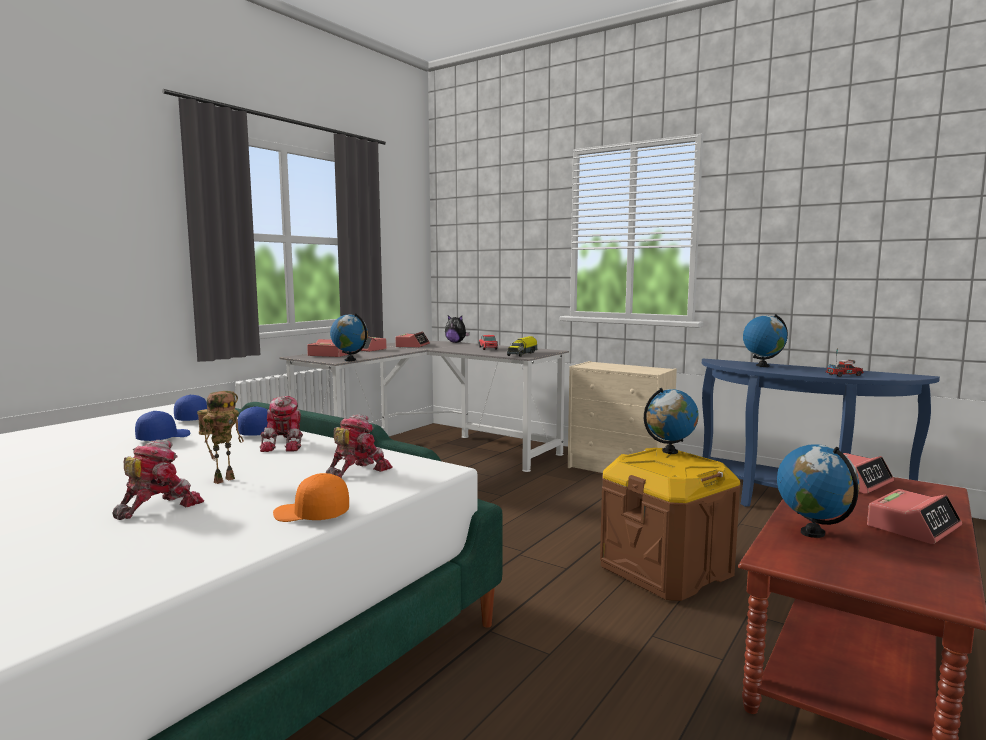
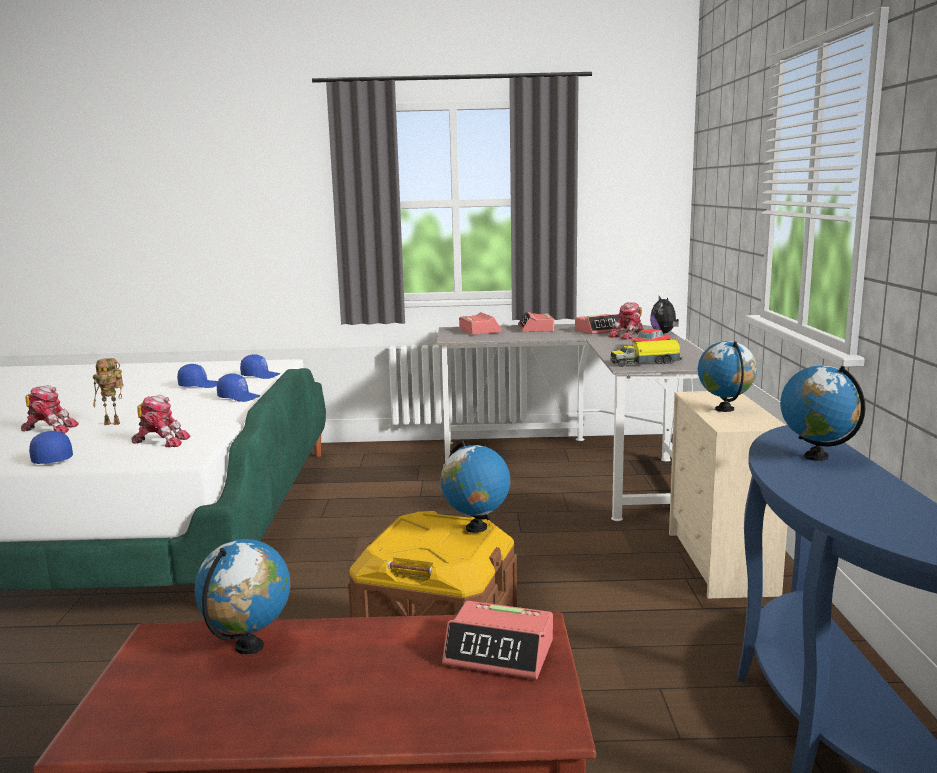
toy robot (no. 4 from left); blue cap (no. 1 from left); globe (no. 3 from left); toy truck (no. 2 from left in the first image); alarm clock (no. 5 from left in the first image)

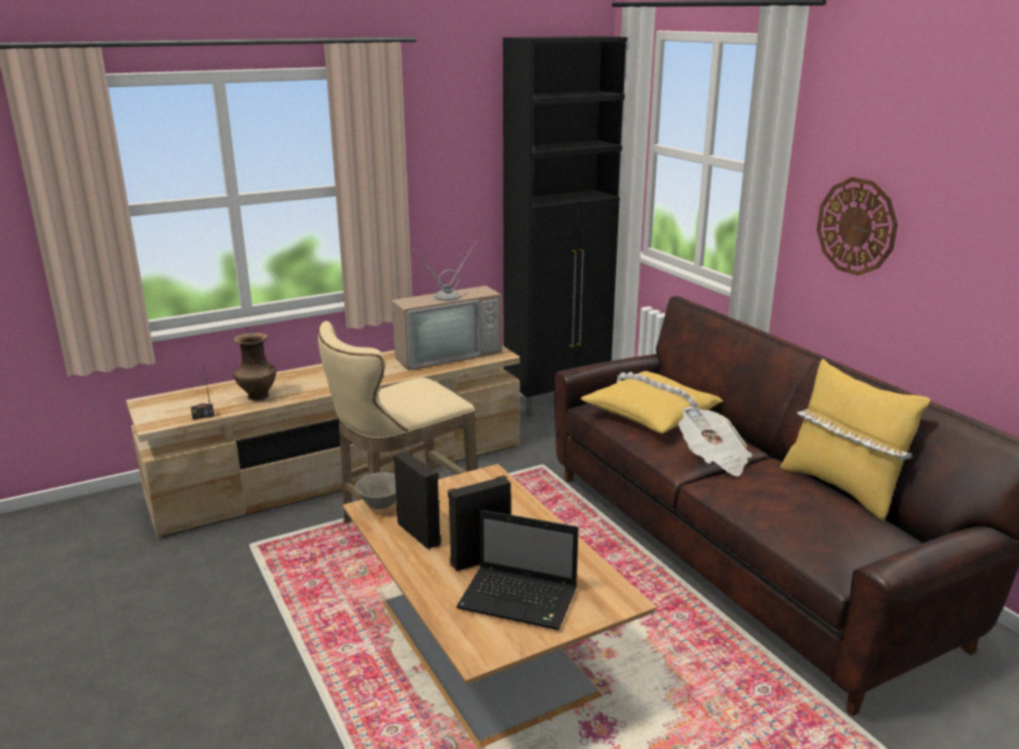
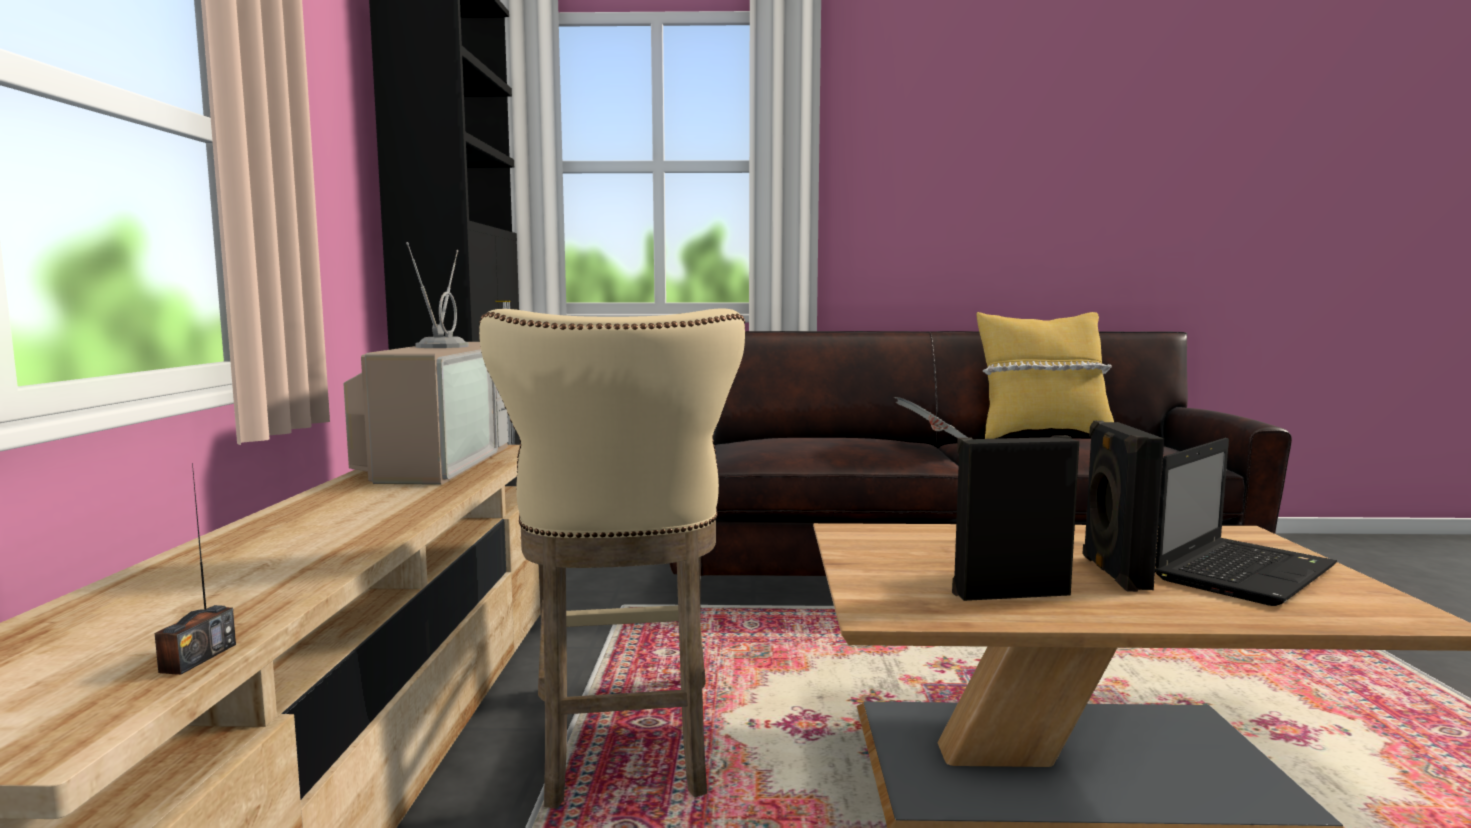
brown vase; grey bowl; yellow pillow (no. 1 from left in the first image); wall clock

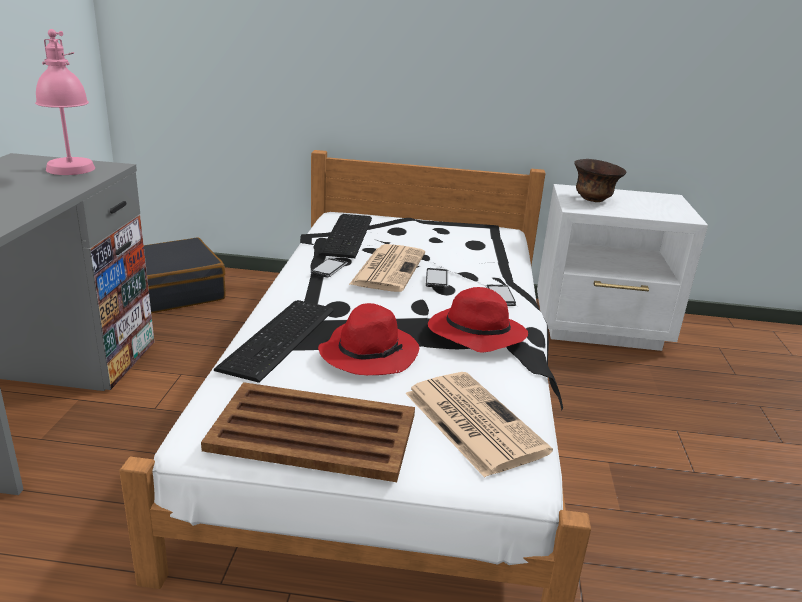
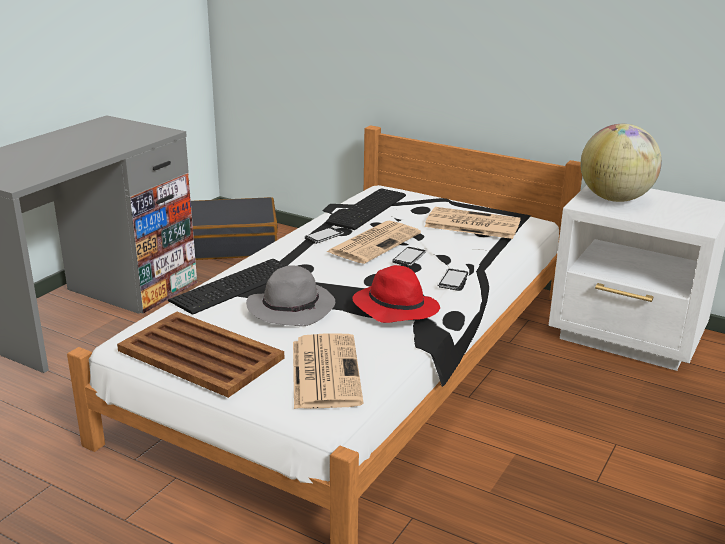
pink table lamp; grey hat; globe; newspaper (no. 3 from left)

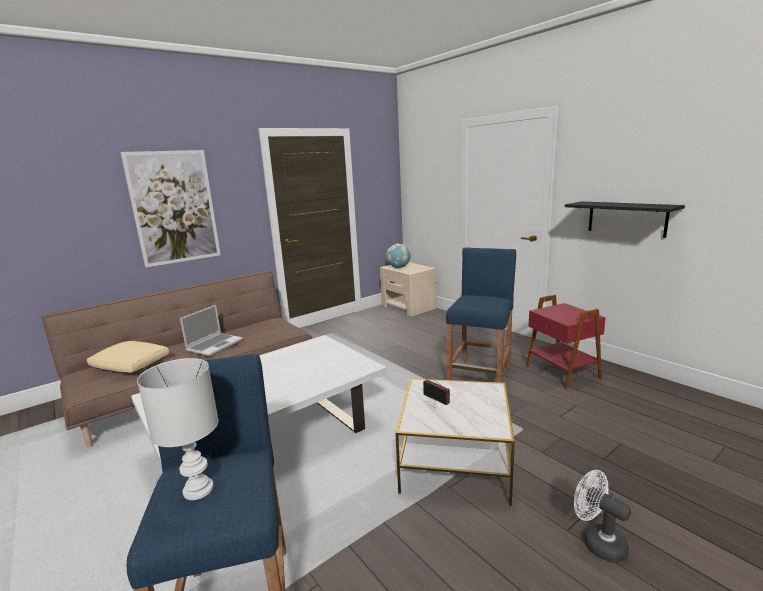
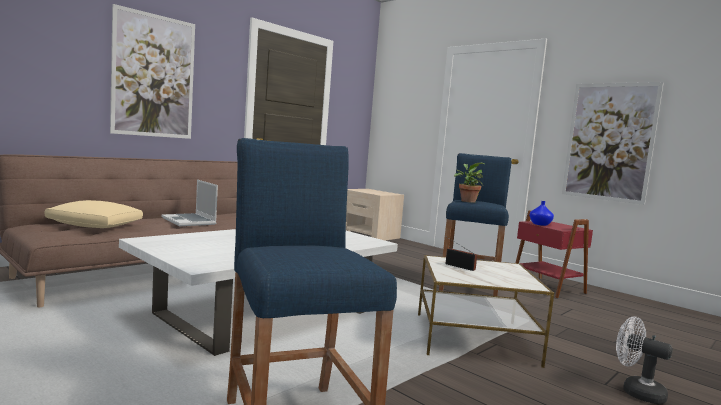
white table lamp; laptop; globe; picture (no. 2 from left); potted plant; blue vase

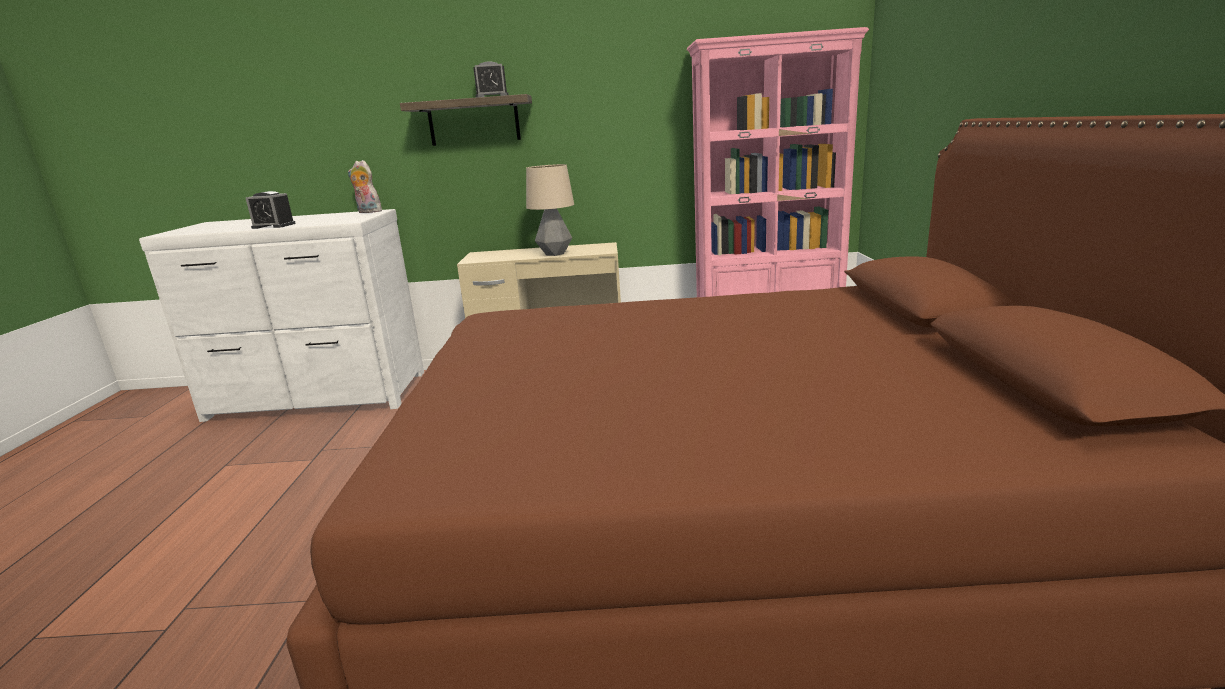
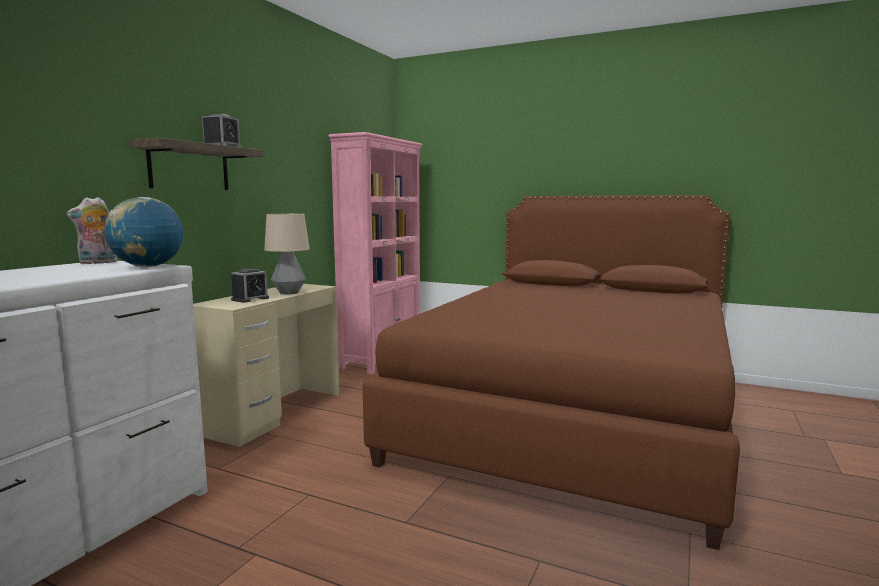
alarm clock (no. 2 from left); globe

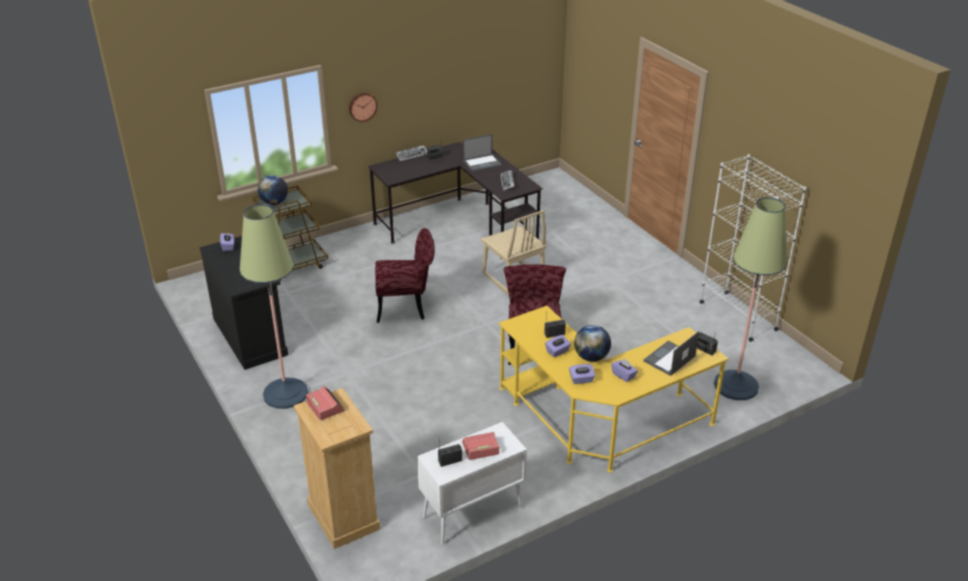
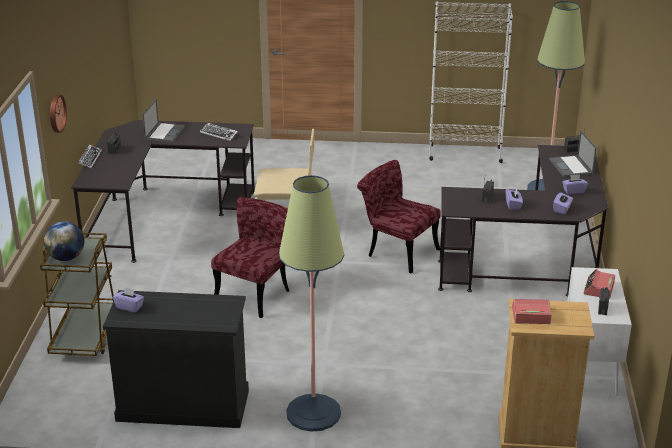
black desk (no. 2 from left); globe (no. 2 from left in the first image)

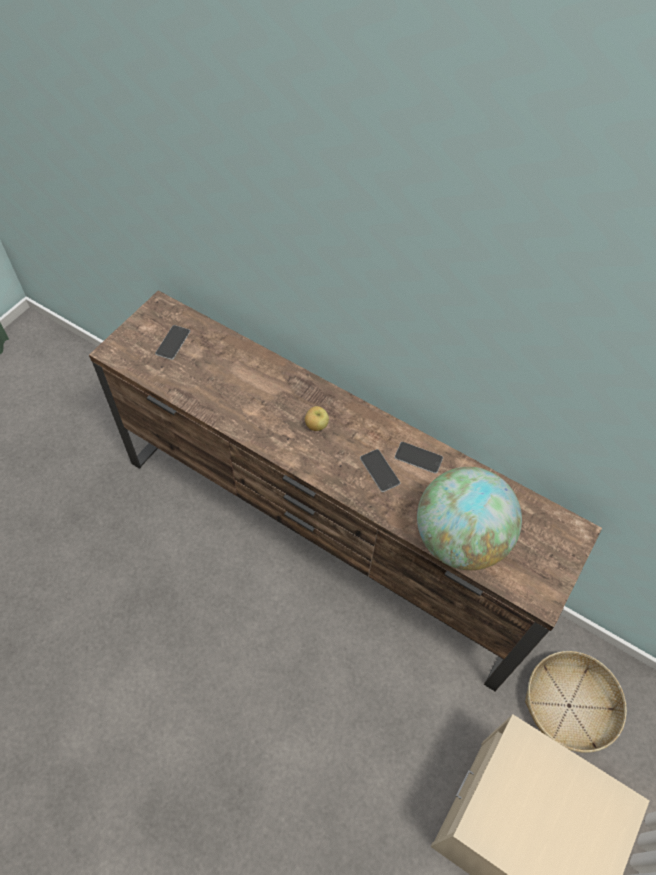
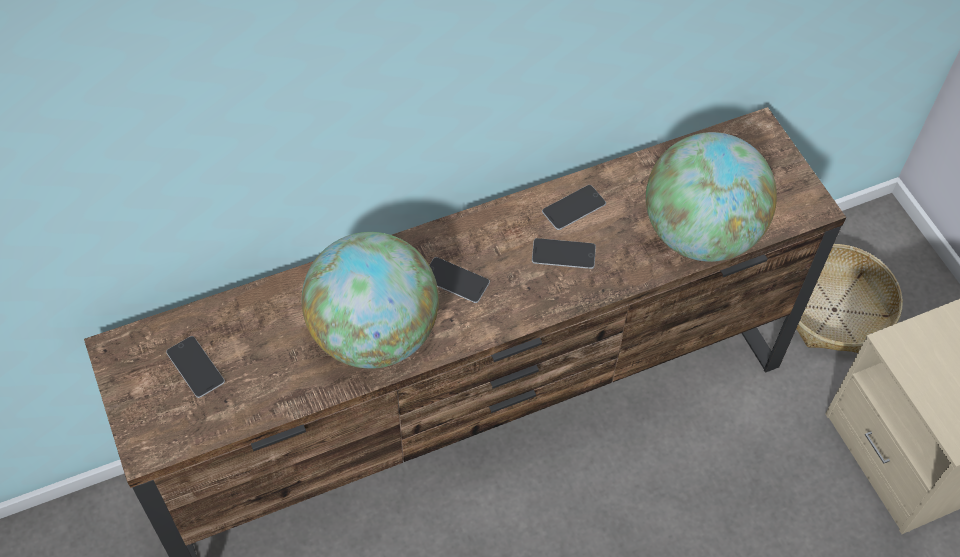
phone (no. 2 from left); globe (no. 1 from left)

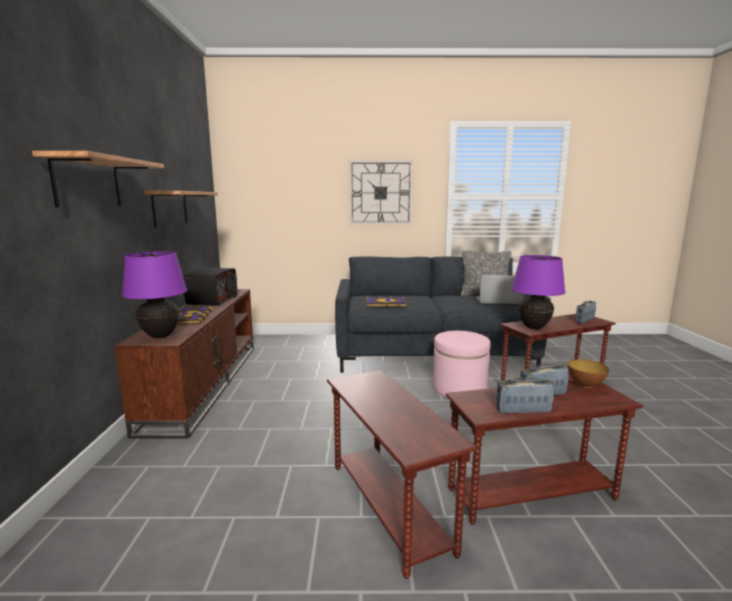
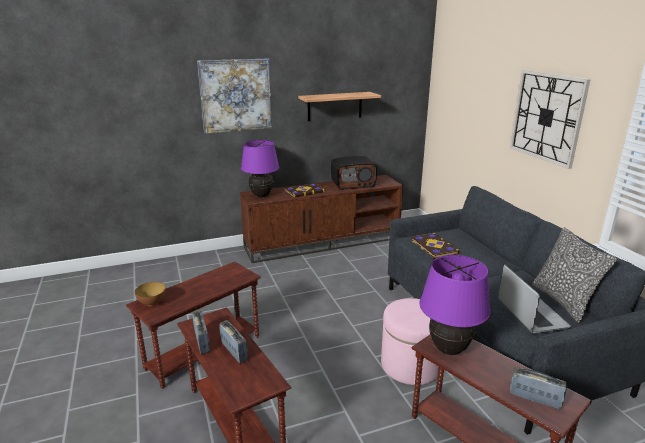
picture; bowl

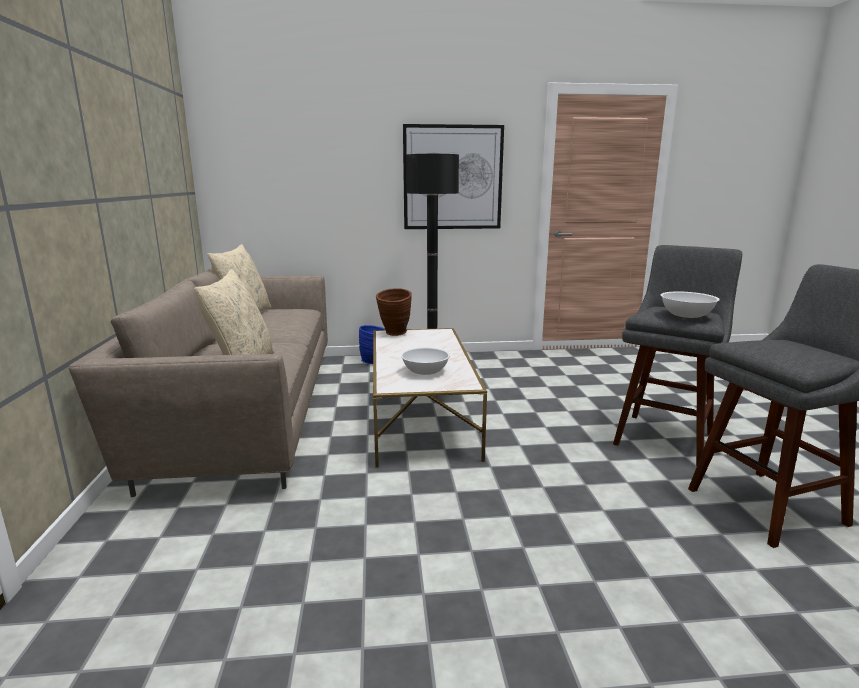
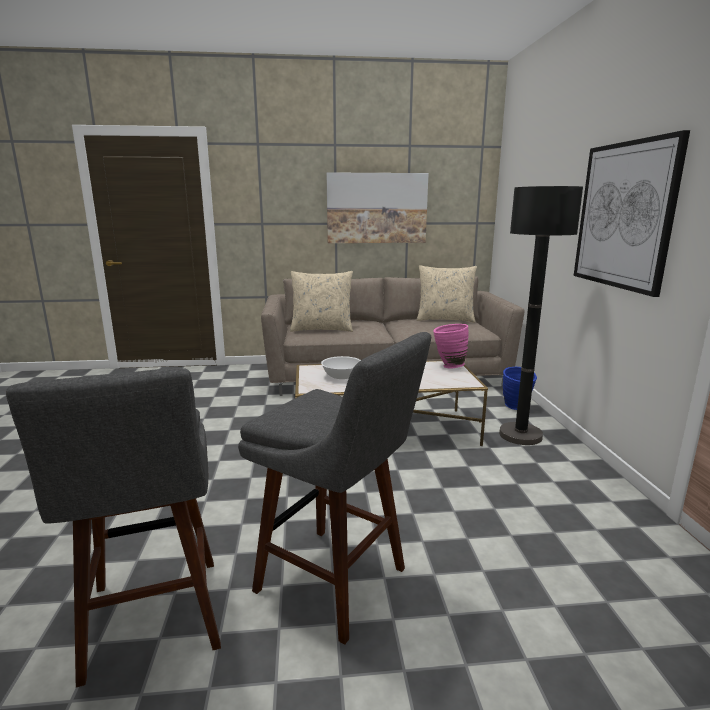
pink vase; white bowl (no. 2 from left in the first image); picture (no. 1 from left)

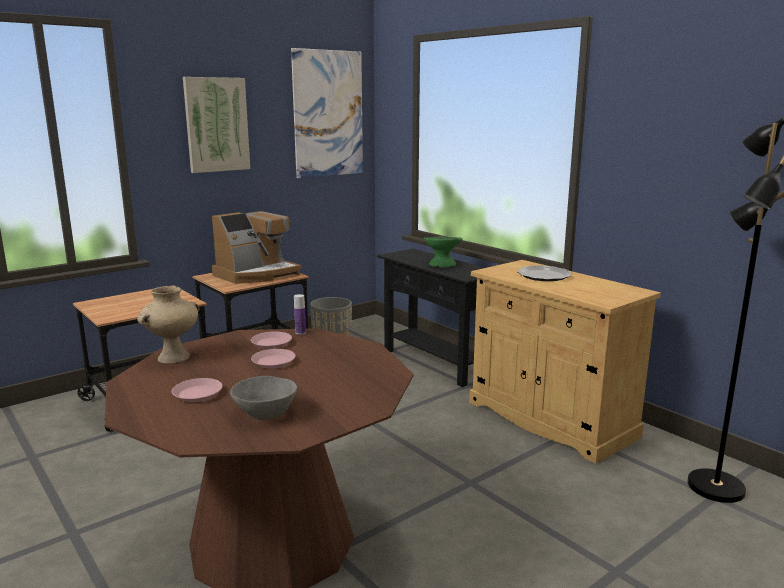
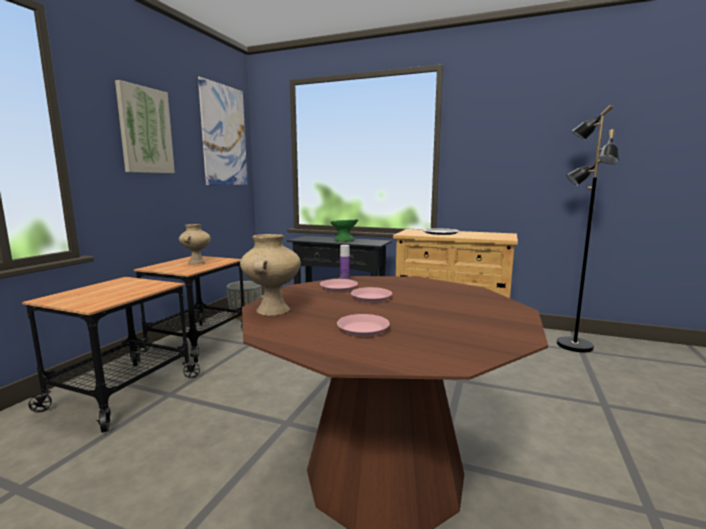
beige vase (no. 1 from left); grey bowl

